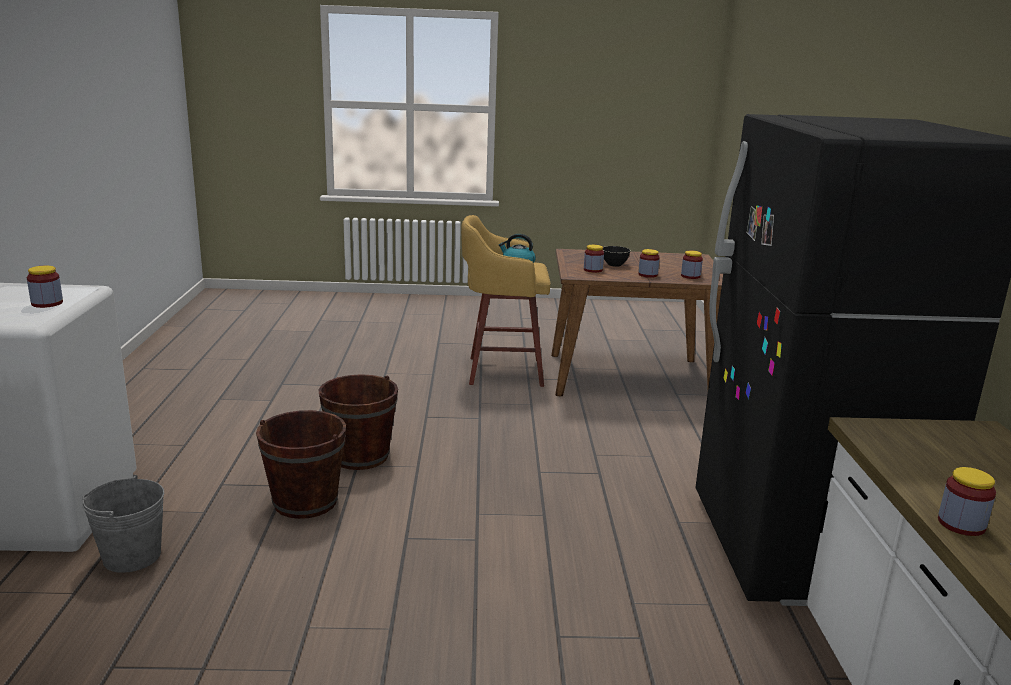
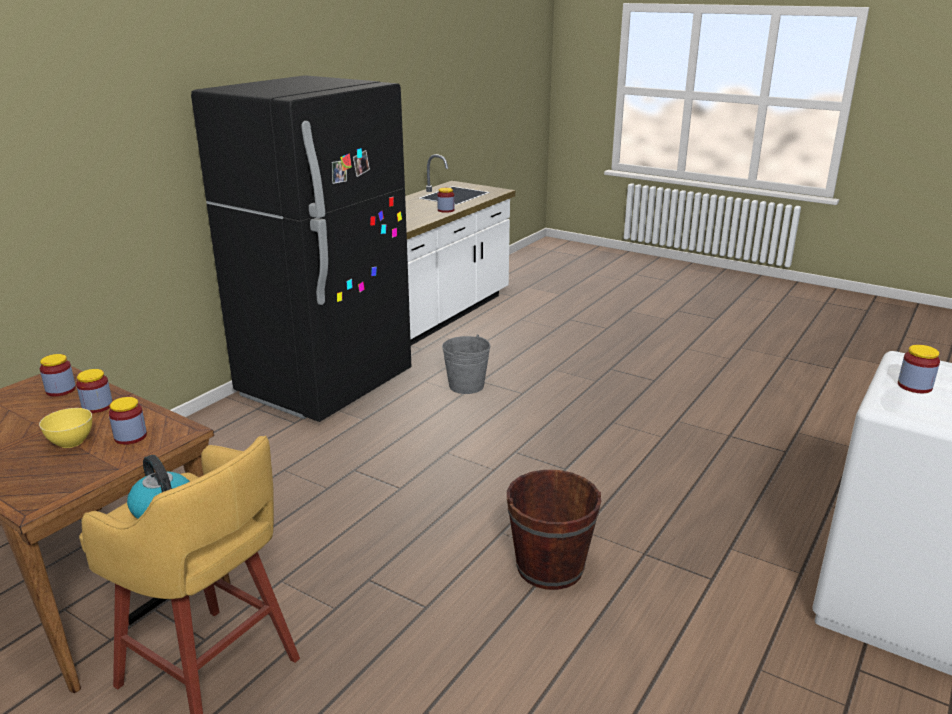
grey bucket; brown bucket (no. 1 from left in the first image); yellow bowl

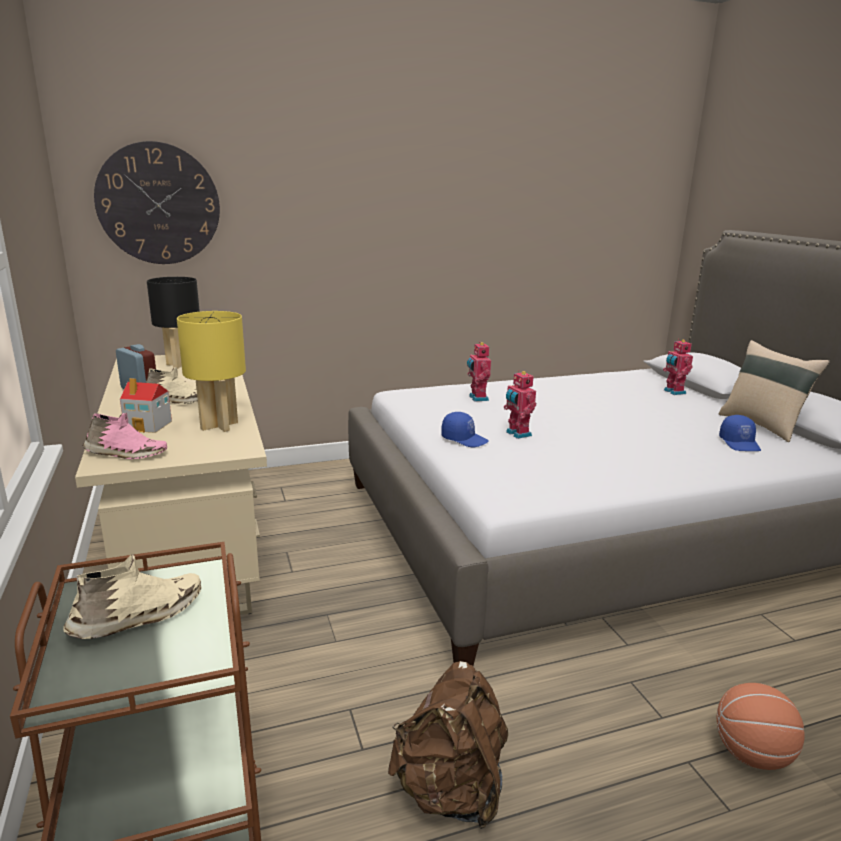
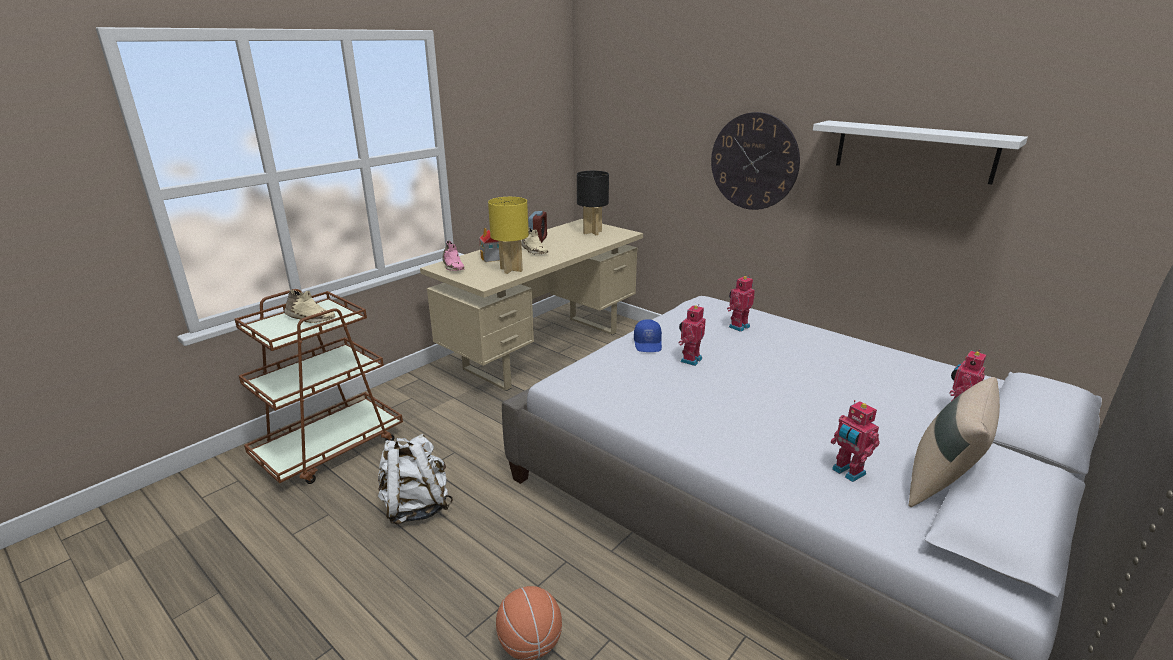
wall clock; white backpack; toy robot (no. 3 from left); white shelf

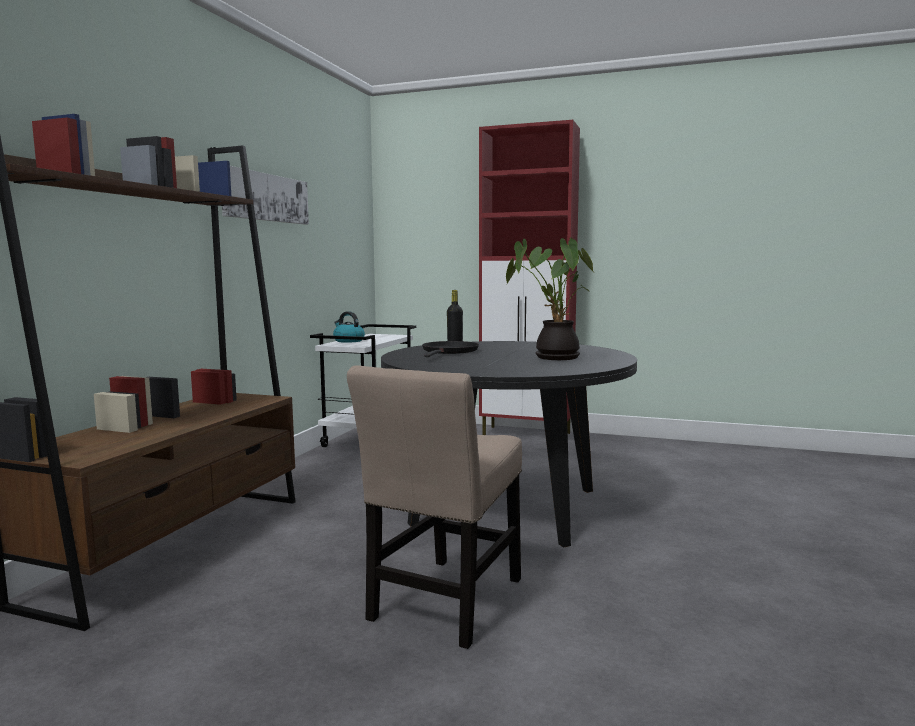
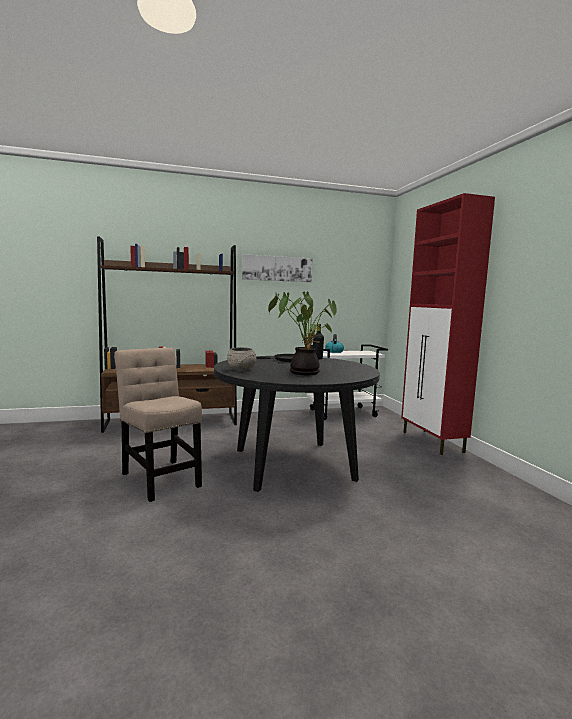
beige chair; grey bowl

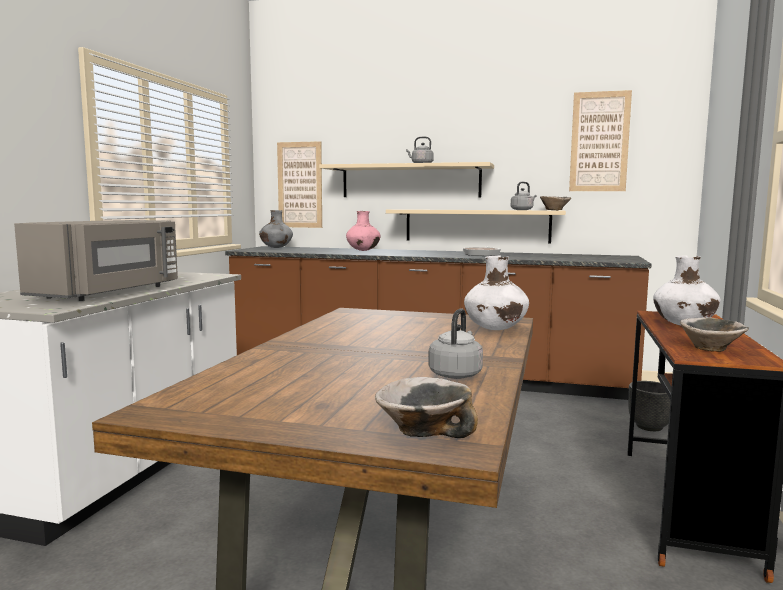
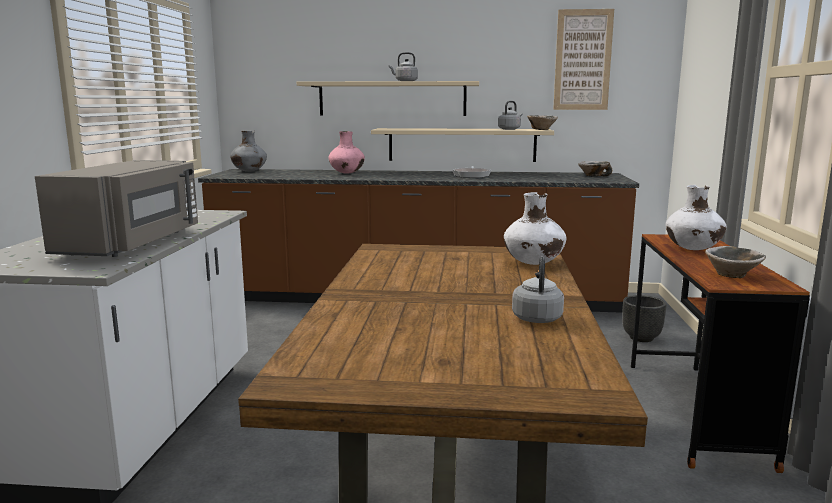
picture (no. 1 from left in the first image); bowl (no. 2 from left)

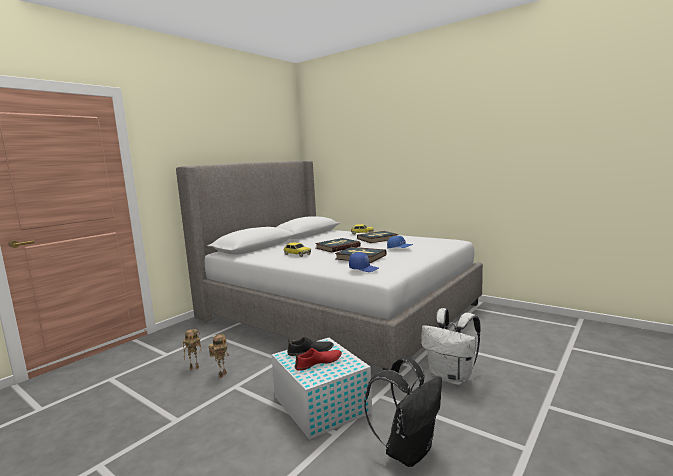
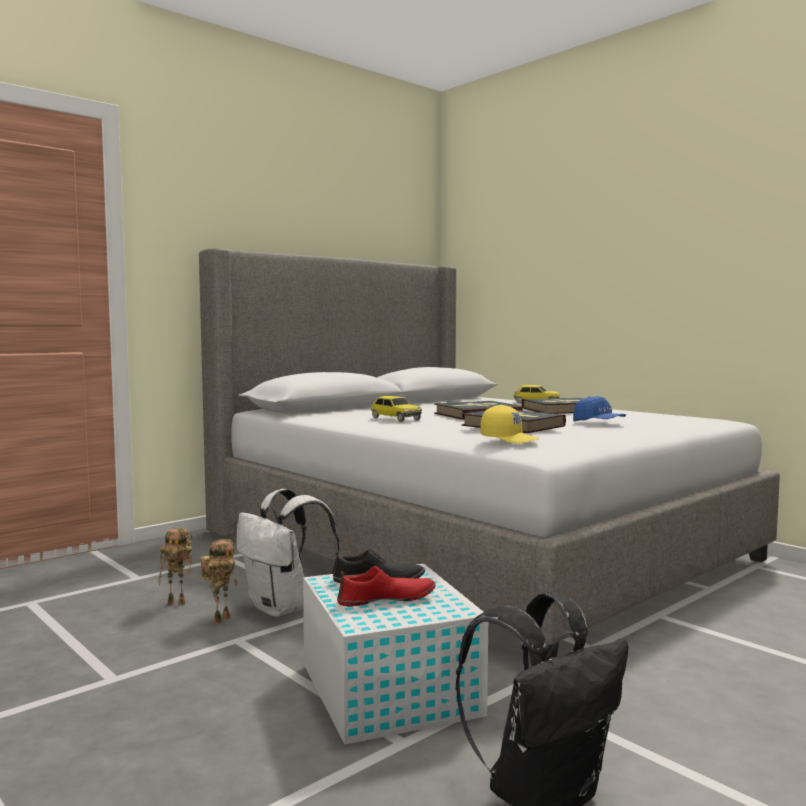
yellow cap; white backpack

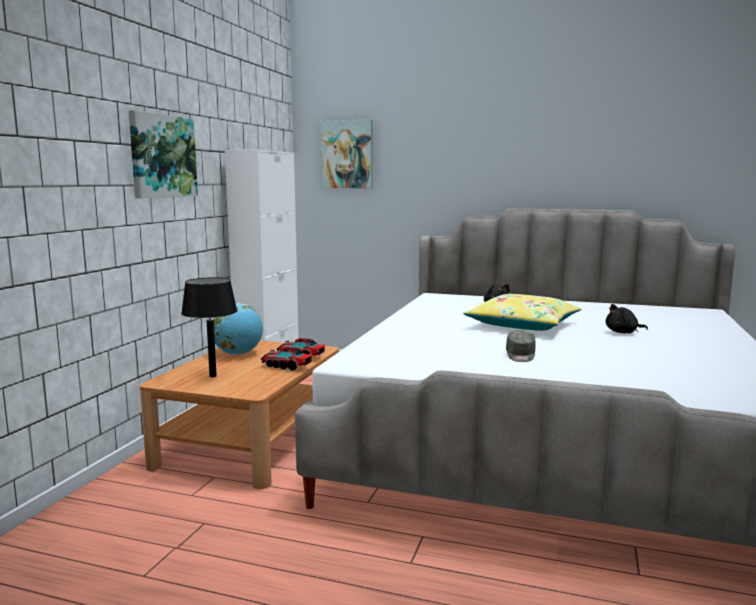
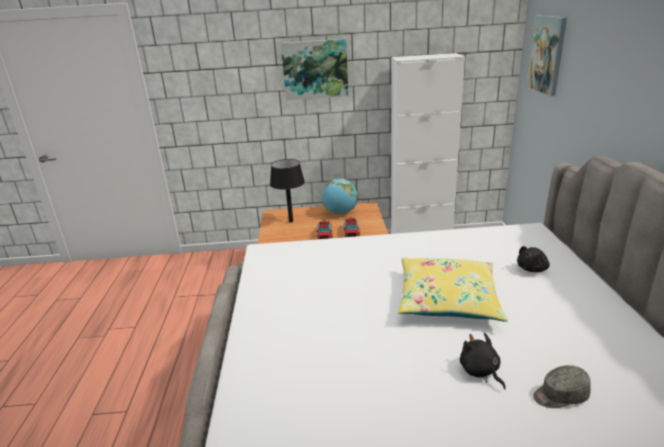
grey cap

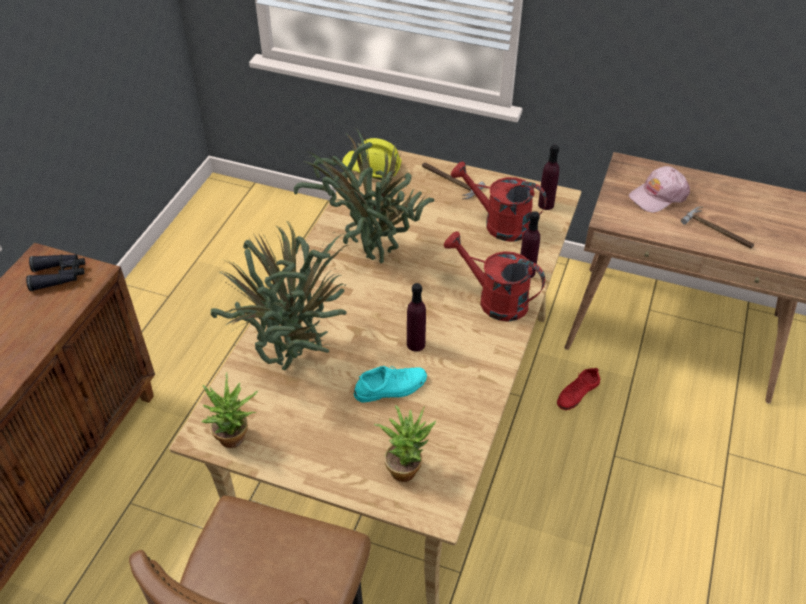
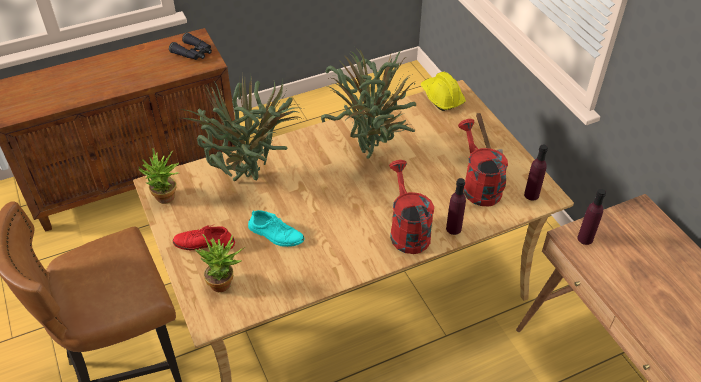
purple bottle (no. 3 from left); red shoe; pink cap; hammer (no. 2 from left in the first image)

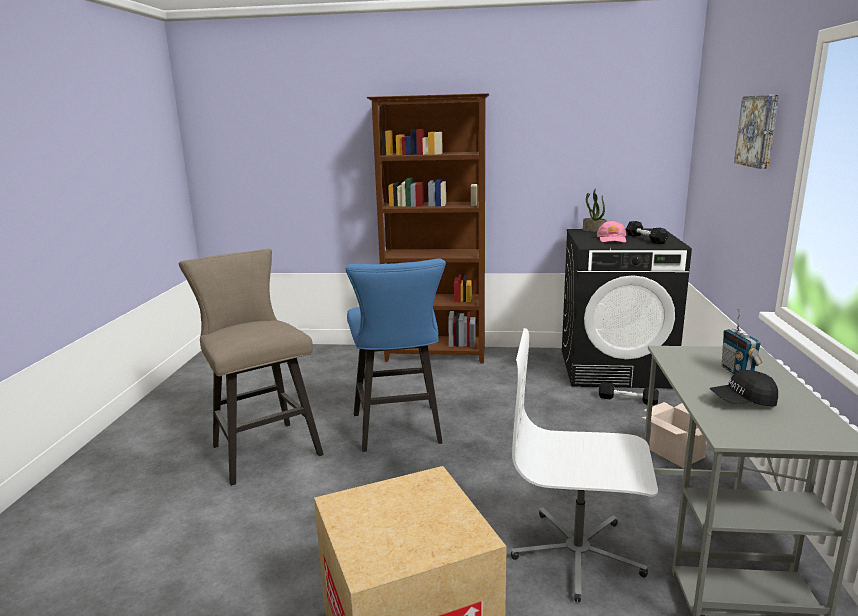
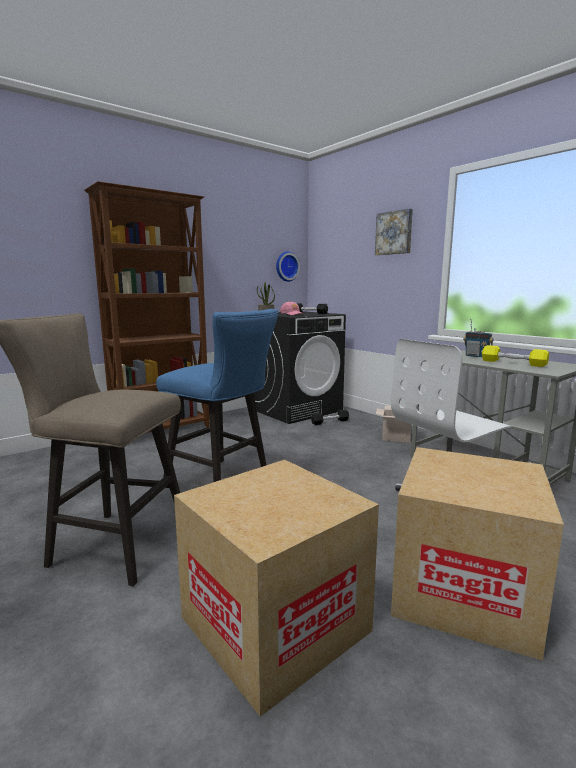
yellow dumbbell; cardboard box (no. 1 from left); wall clock

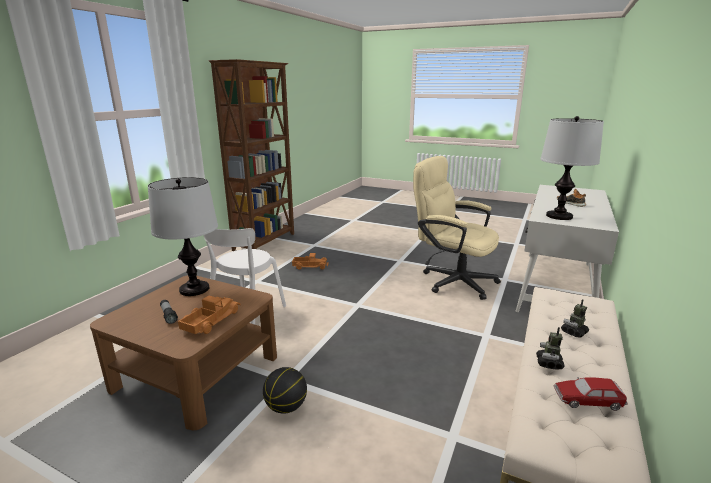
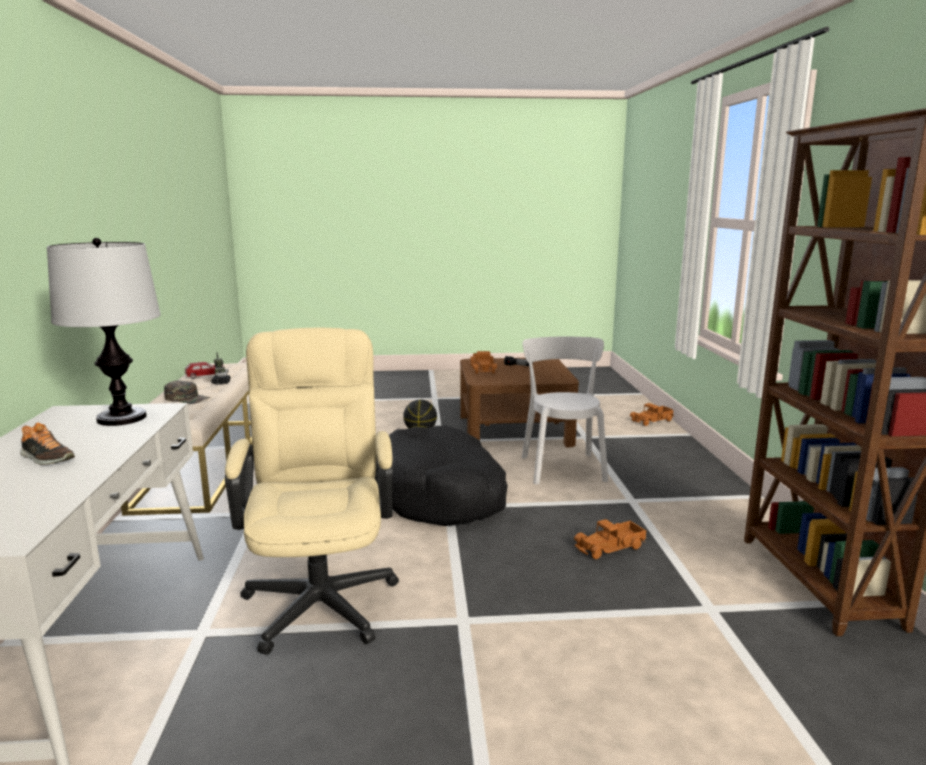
table lamp (no. 1 from left in the first image); beige office chair; green cap; black dog bed; toy truck (no. 3 from left)

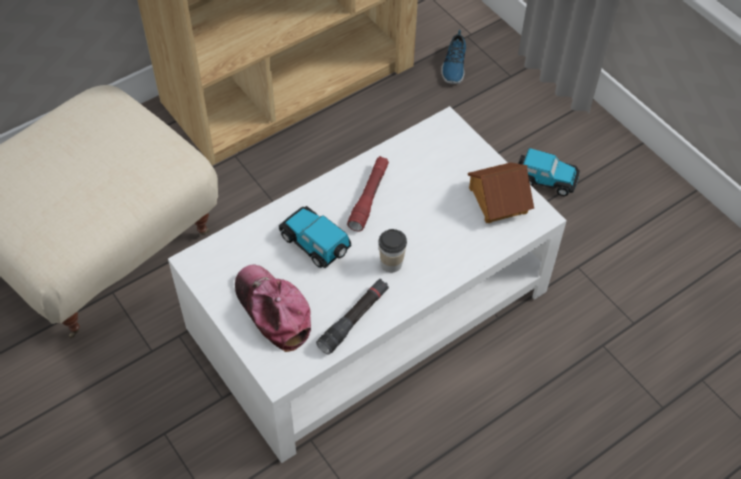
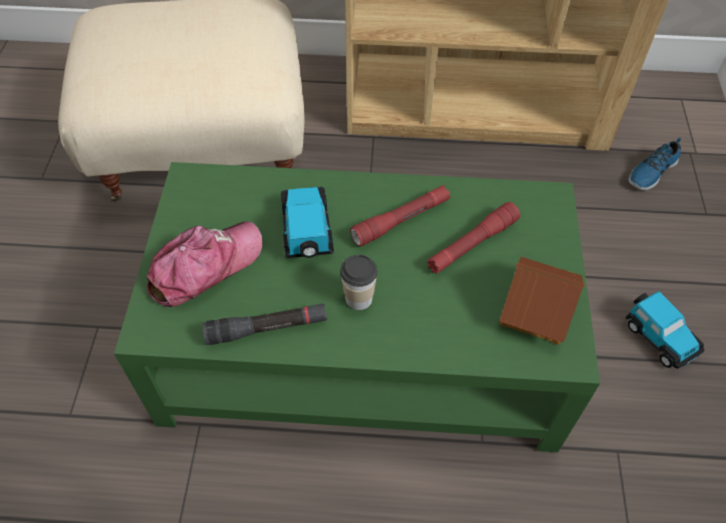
green coffee table; cap; red flashlight (no. 2 from left)

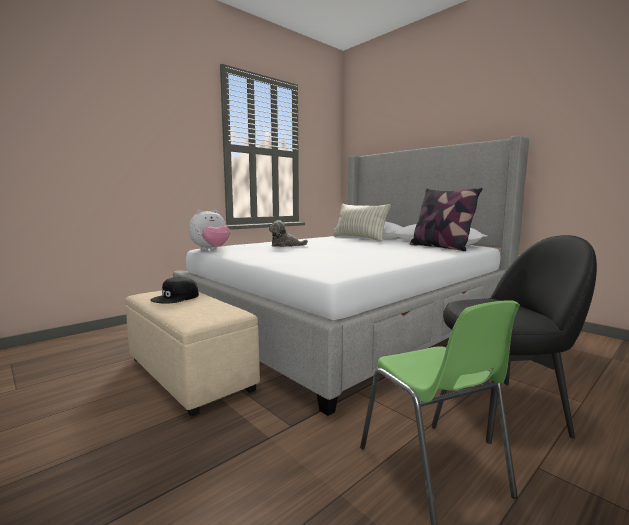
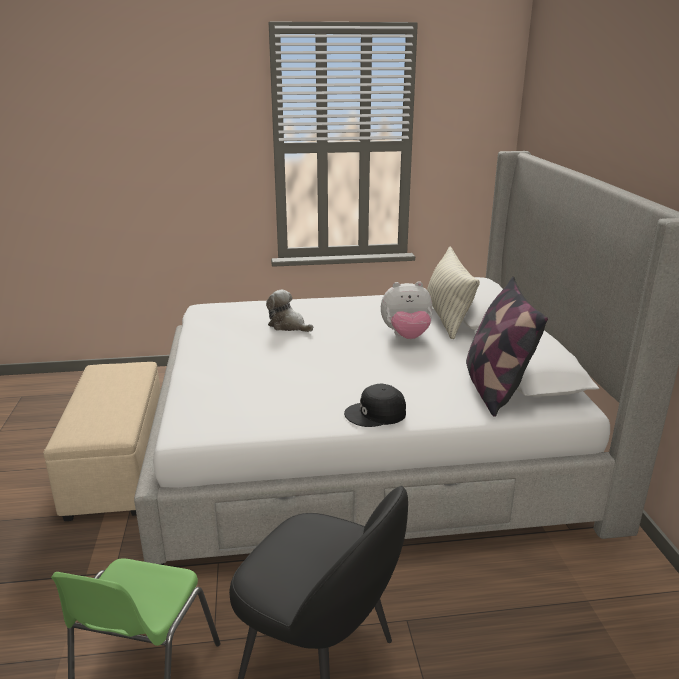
black cap; plush toy (no. 2 from left)

